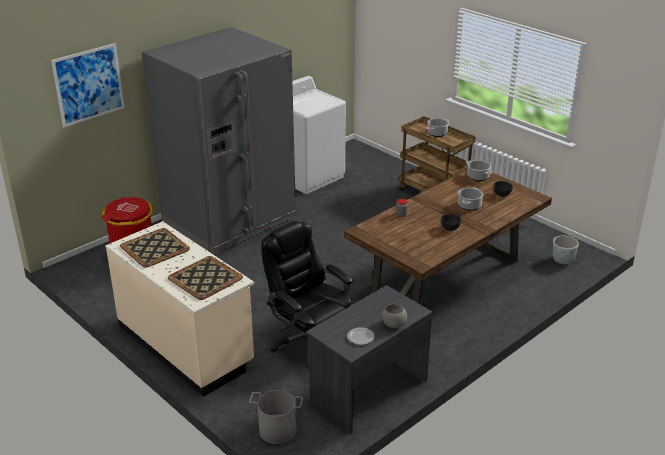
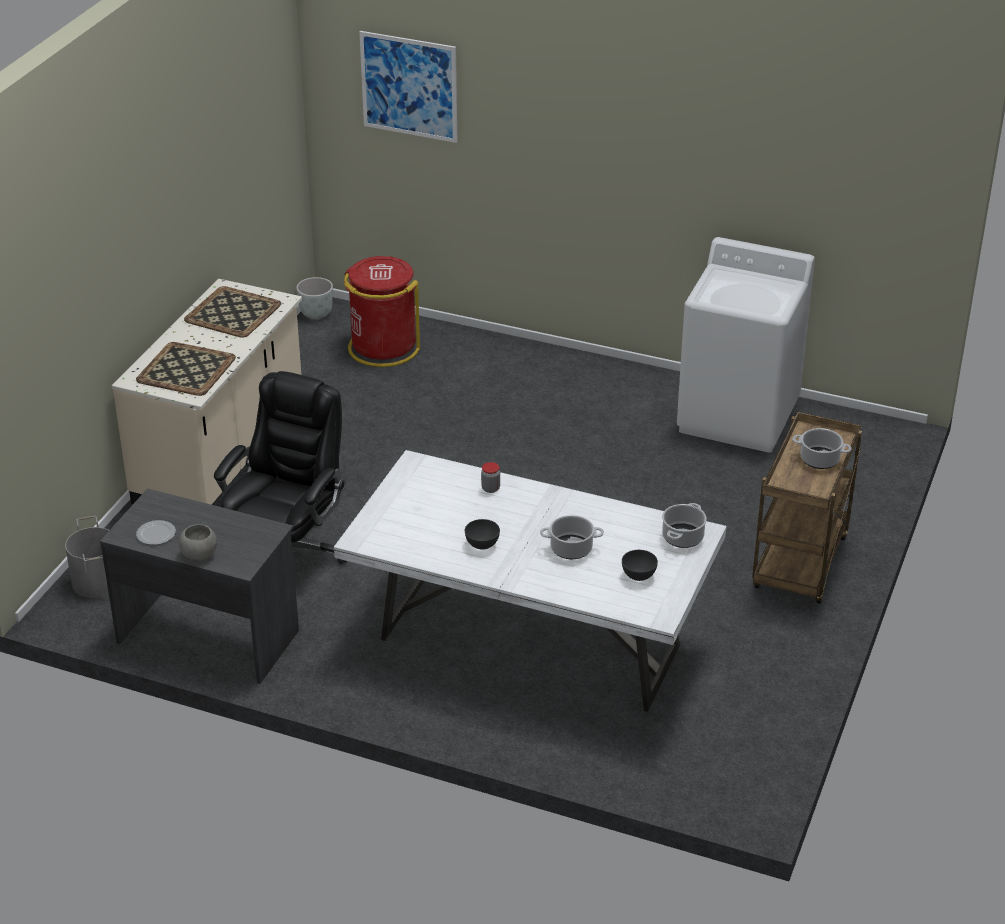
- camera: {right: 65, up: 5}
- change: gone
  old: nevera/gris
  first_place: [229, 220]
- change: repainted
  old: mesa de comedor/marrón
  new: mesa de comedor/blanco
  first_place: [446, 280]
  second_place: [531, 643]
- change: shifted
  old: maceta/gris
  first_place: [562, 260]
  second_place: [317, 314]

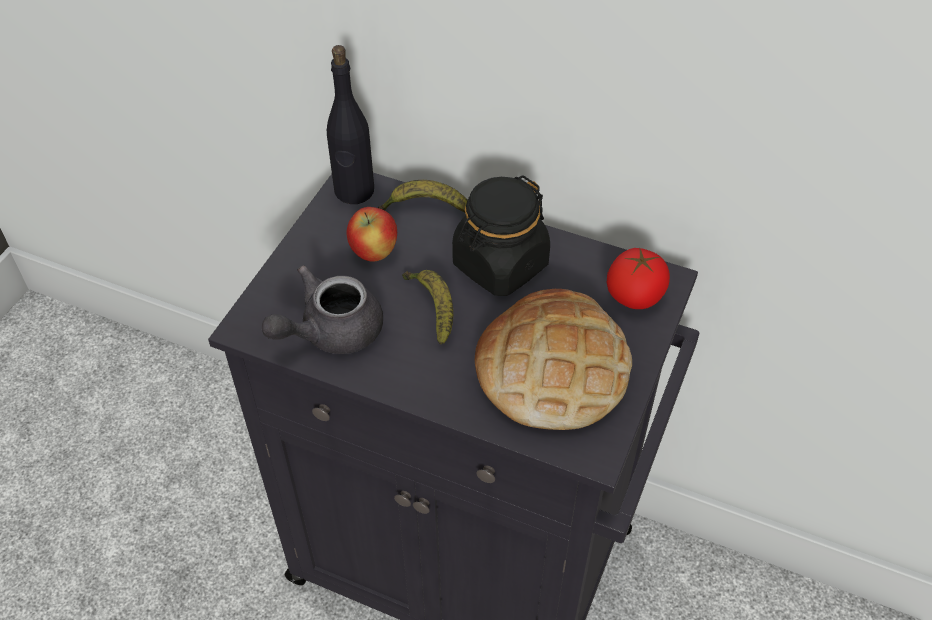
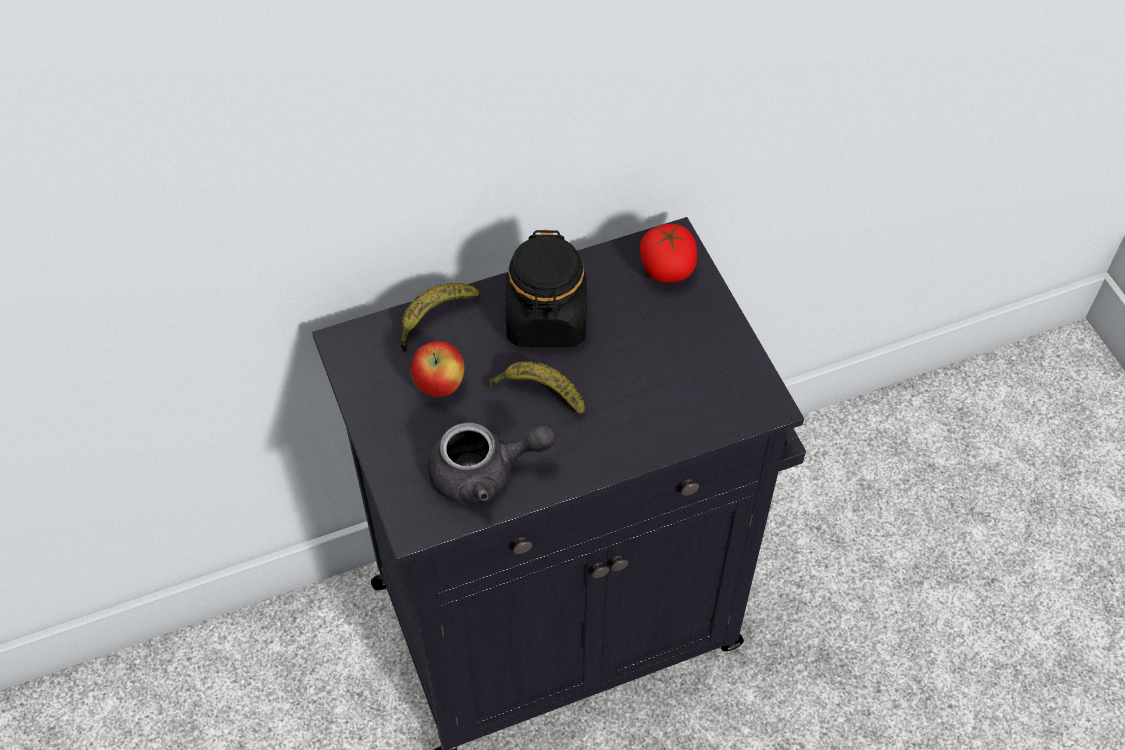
- camera: {right: -45, up: 5}
- change: rotated
  old: tetera/gris
  first_place: [330, 331]
  second_place: [485, 473]
  degrees: -105
- change: gone
  old: botella/negro
  first_place: [354, 191]
- change: gone
  old: pan
  first_place: [552, 369]

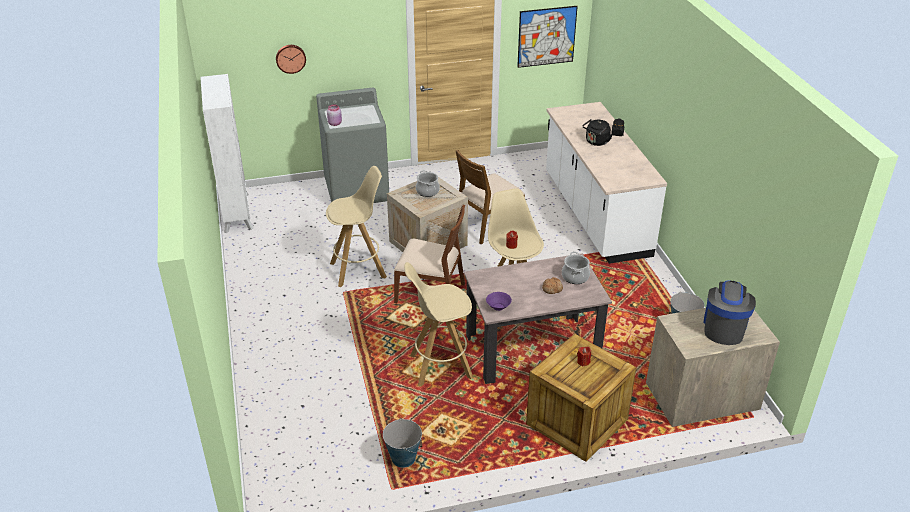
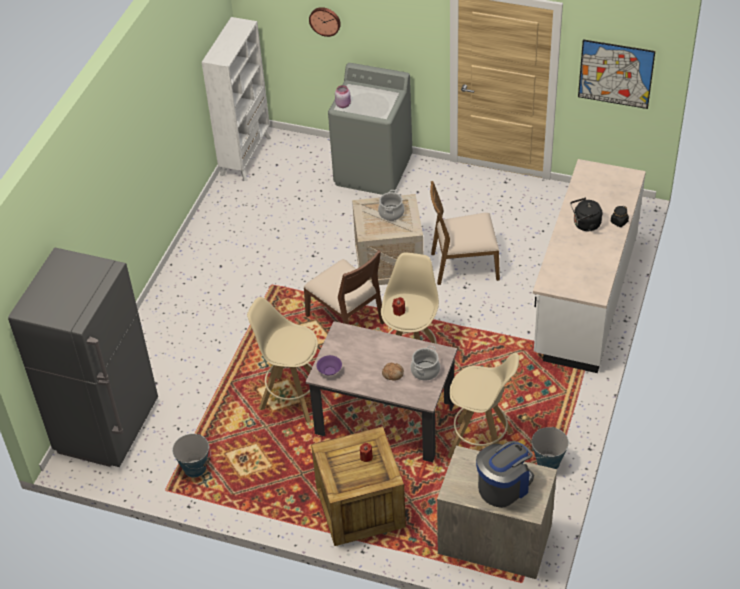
- camera: {right: 35, up: 10}
- change: shifted
  old: taburete/beis
  first_place: [359, 270]
  second_place: [481, 444]
- change: new
  new: nevera/gris
  second_place: [108, 428]

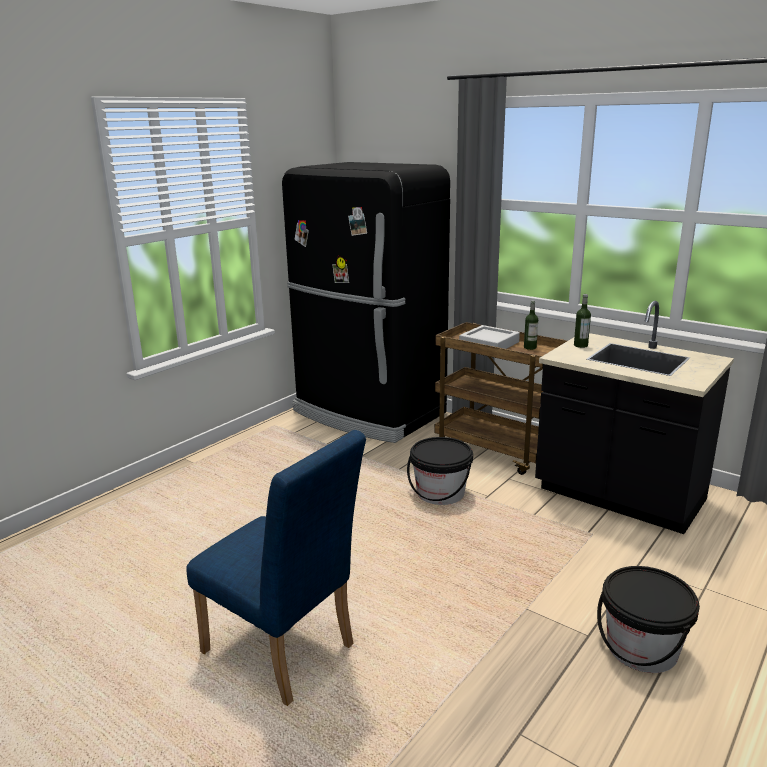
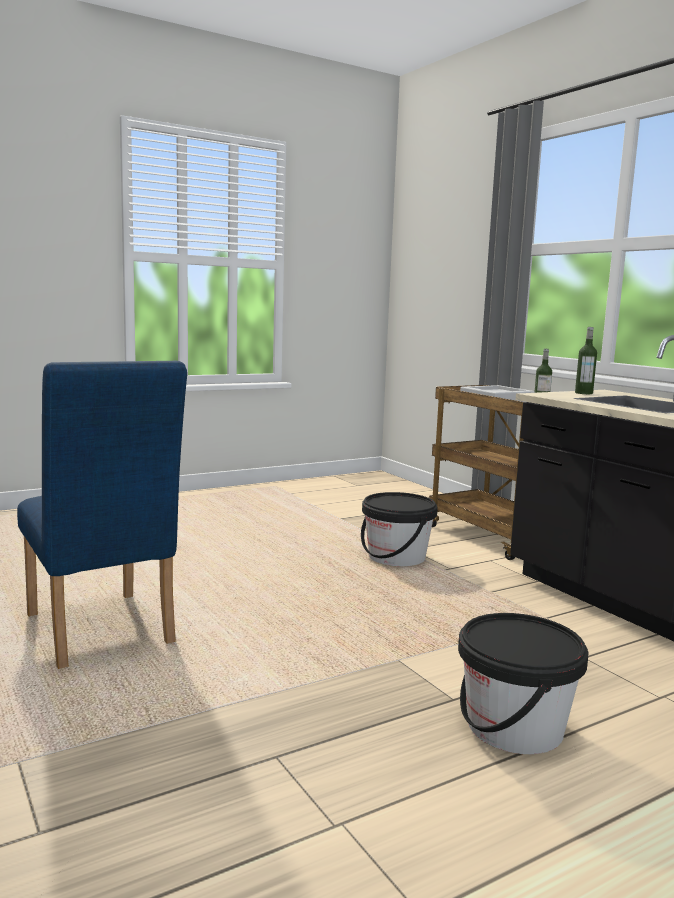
- camera: {right: 20, up: -10}
- change: gone
  old: nevera/negro
  first_place: [368, 413]

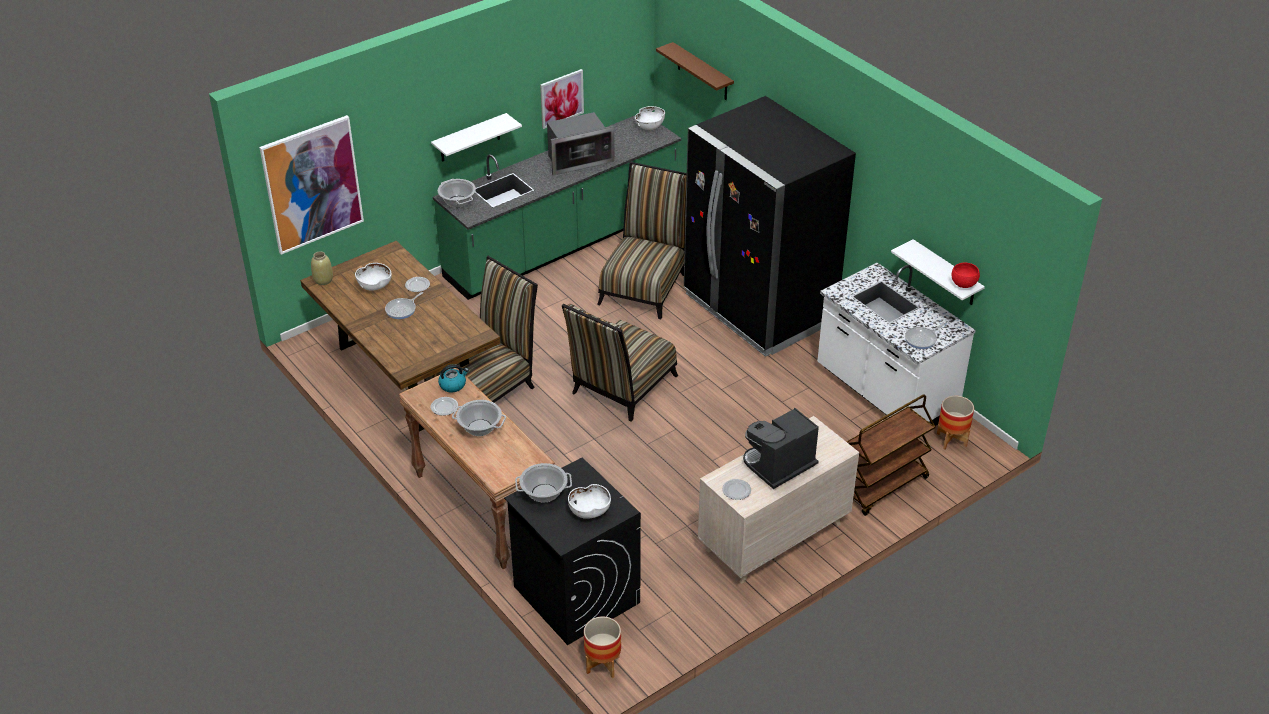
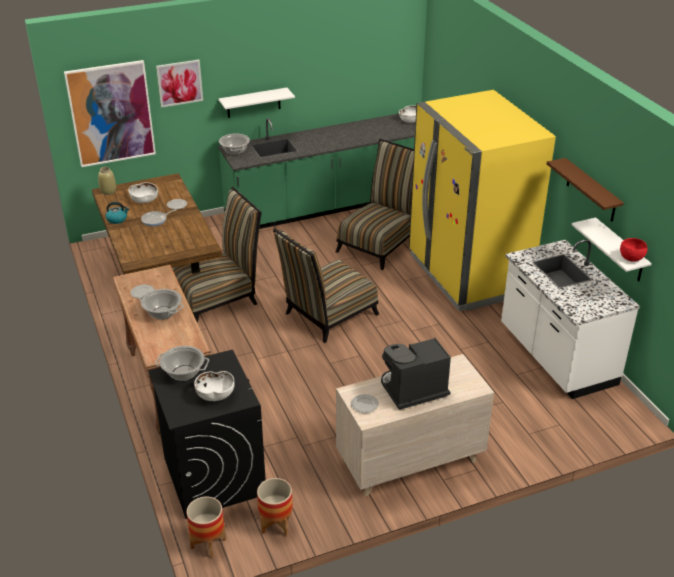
- camera: {right: 15, up: -5}
- change: shifted
  old: hervidor
  first_place: [453, 385]
  second_place: [117, 219]
- change: shifted
  old: cuadro
  first_place: [561, 98]
  second_place: [179, 83]
- change: gone
  old: microondas
  first_place: [578, 159]
- change: shifted
  old: estante/marrón
  first_place: [702, 72]
  second_place: [591, 191]
- change: repainted
  old: nevera/negro
  new: nevera/amarillo
  first_place: [759, 308]
  second_place: [467, 274]
- change: gone
  old: carrito/marrón
  first_place: [883, 487]
- change: gone
  old: sartén
  first_place: [922, 339]
- change: shifted
  old: maceta
  first_place: [951, 439]
  second_place: [276, 524]

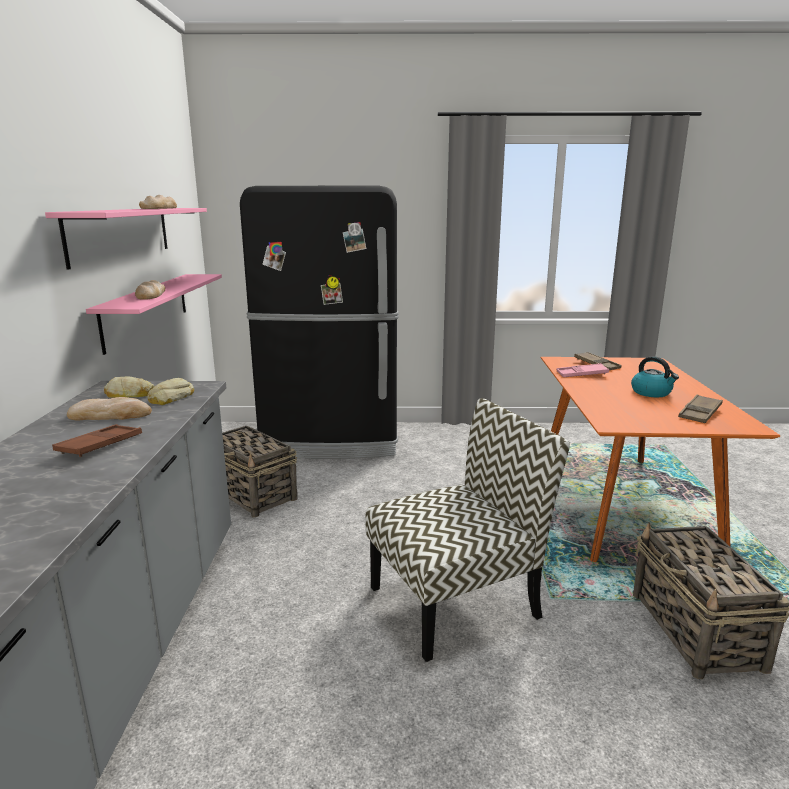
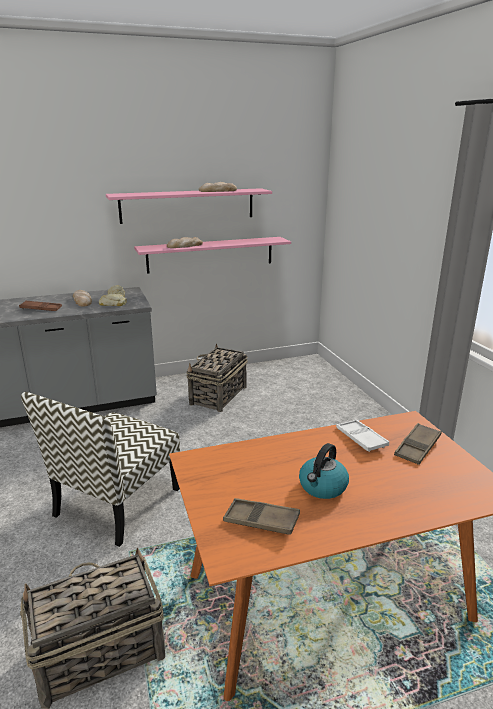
- camera: {right: 70, up: 5}
- change: gone
  old: nevera/negro
  first_place: [331, 439]
- change: rotated
  old: silla
  first_place: [456, 600]
  second_place: [117, 503]
  degrees: 75
- change: repainted
  old: bandeja/rosa
  new: bandeja/blanco
  first_place: [582, 374]
  second_place: [361, 439]

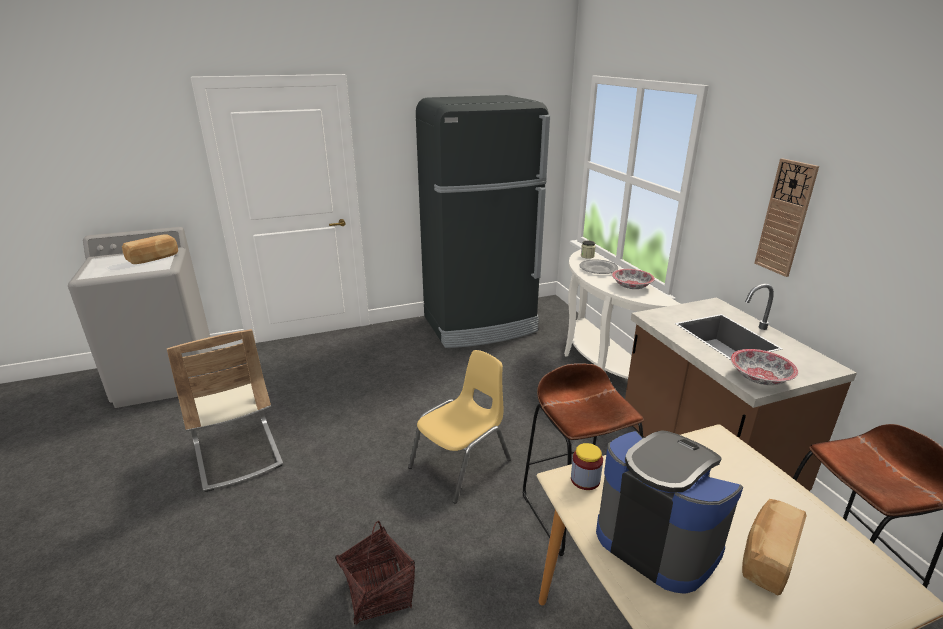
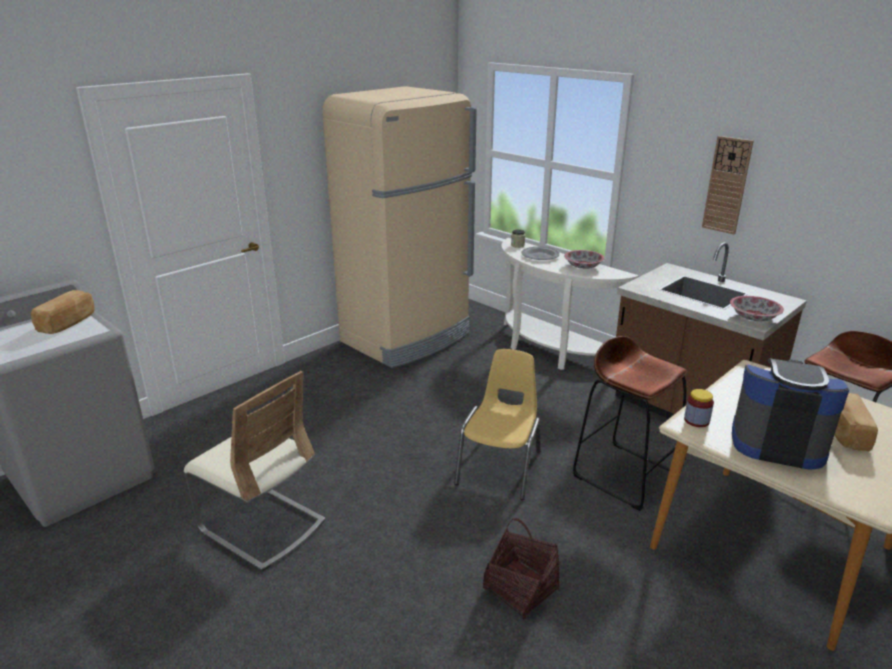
- camera: {right: -25, up: 0}
- change: repainted
  old: nevera/negro
  new: nevera/beis
  first_place: [480, 325]
  second_place: [407, 338]

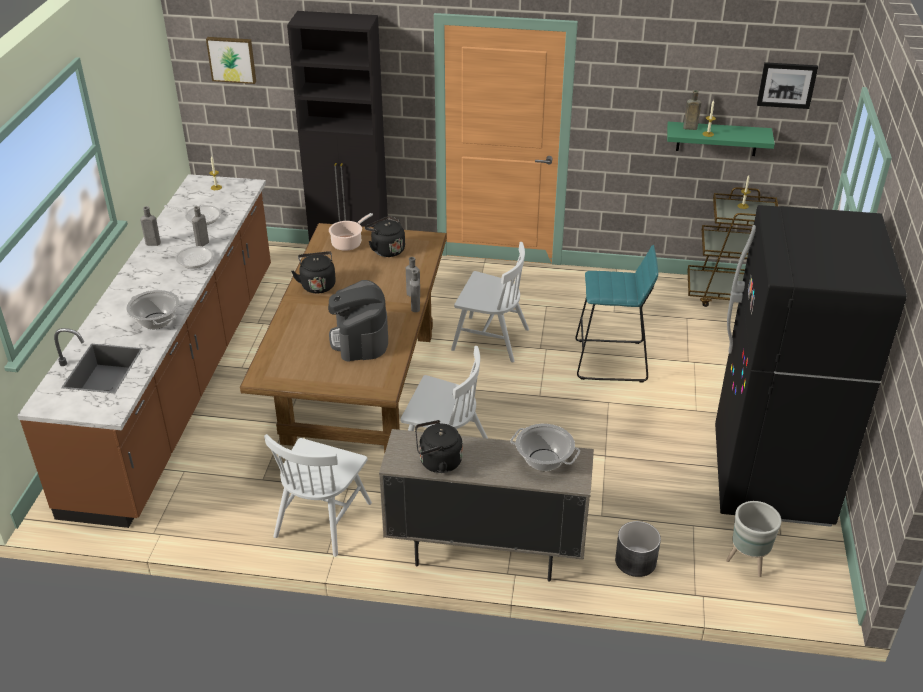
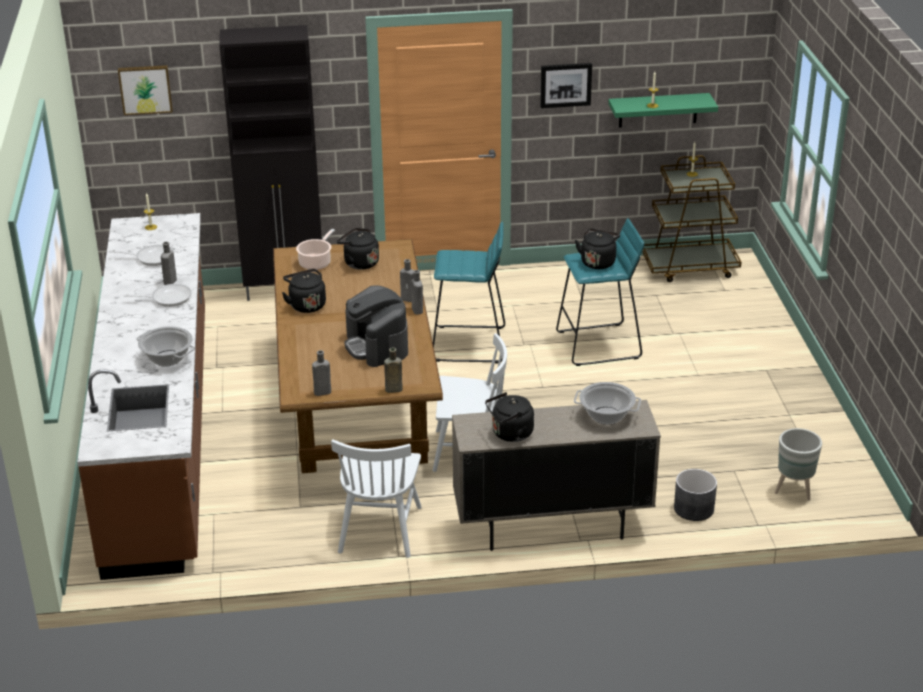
- camera: {right: -15, up: -5}
- change: shifted
  old: botella/gris
  first_place: [152, 243]
  second_place: [321, 392]
- change: swapped
  old: silla/blanco
  new: taburete/turquesa
  first_place: [490, 339]
  second_place: [469, 344]
- change: shifted
  old: botella/marrón
  first_place: [689, 128]
  second_place: [392, 390]
- change: gone
  old: nevera/negro
  first_place: [771, 477]
- change: shifted
  old: cuadro
  first_place: [786, 85]
  second_place: [565, 84]
- change: new
  new: hervidor/negro
  second_place: [598, 262]

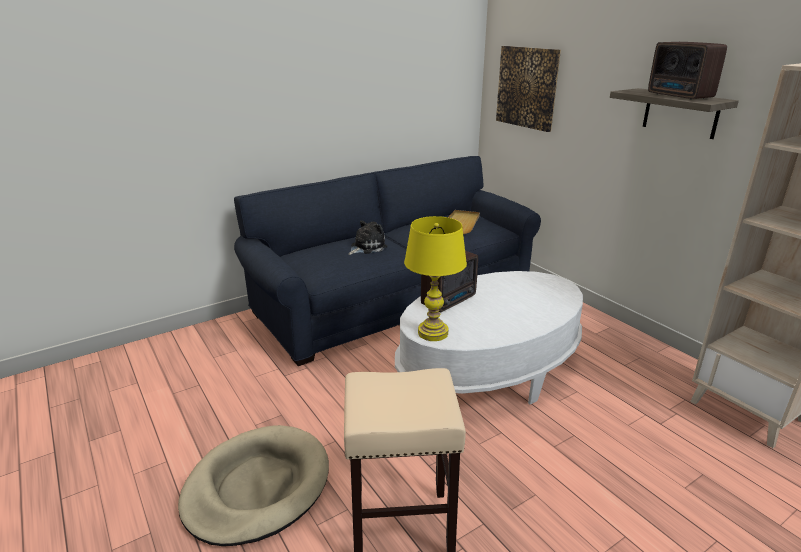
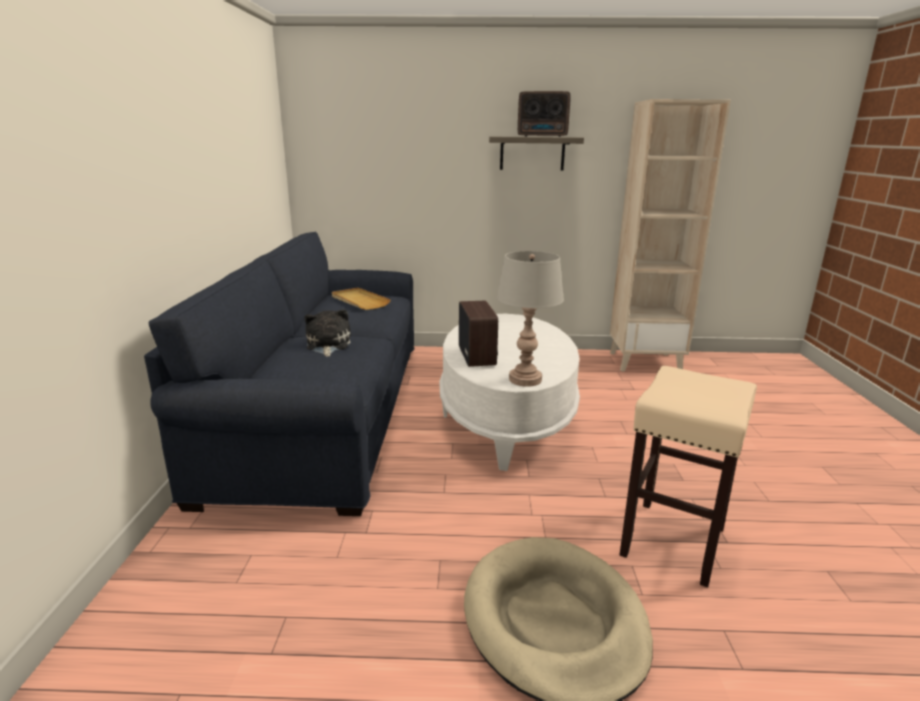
- camera: {right: -55, up: -5}
- change: repainted
  old: lámpara de mesa/amarillo
  new: lámpara de mesa/gris
  first_place: [433, 333]
  second_place: [525, 379]
- change: gone
  old: cuadro
  first_place: [527, 87]

